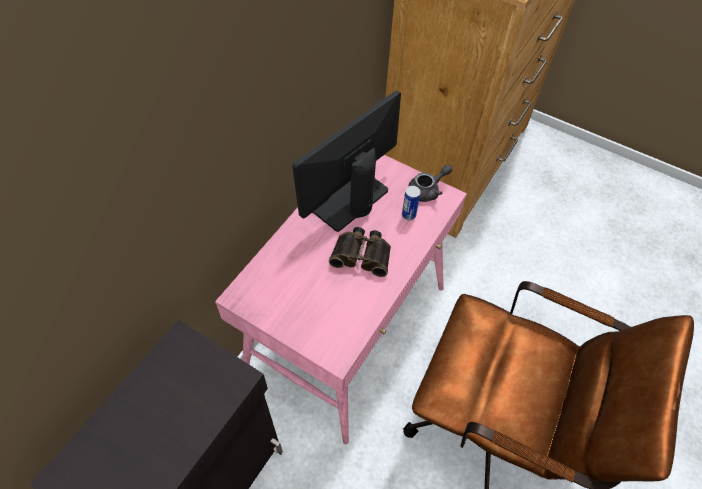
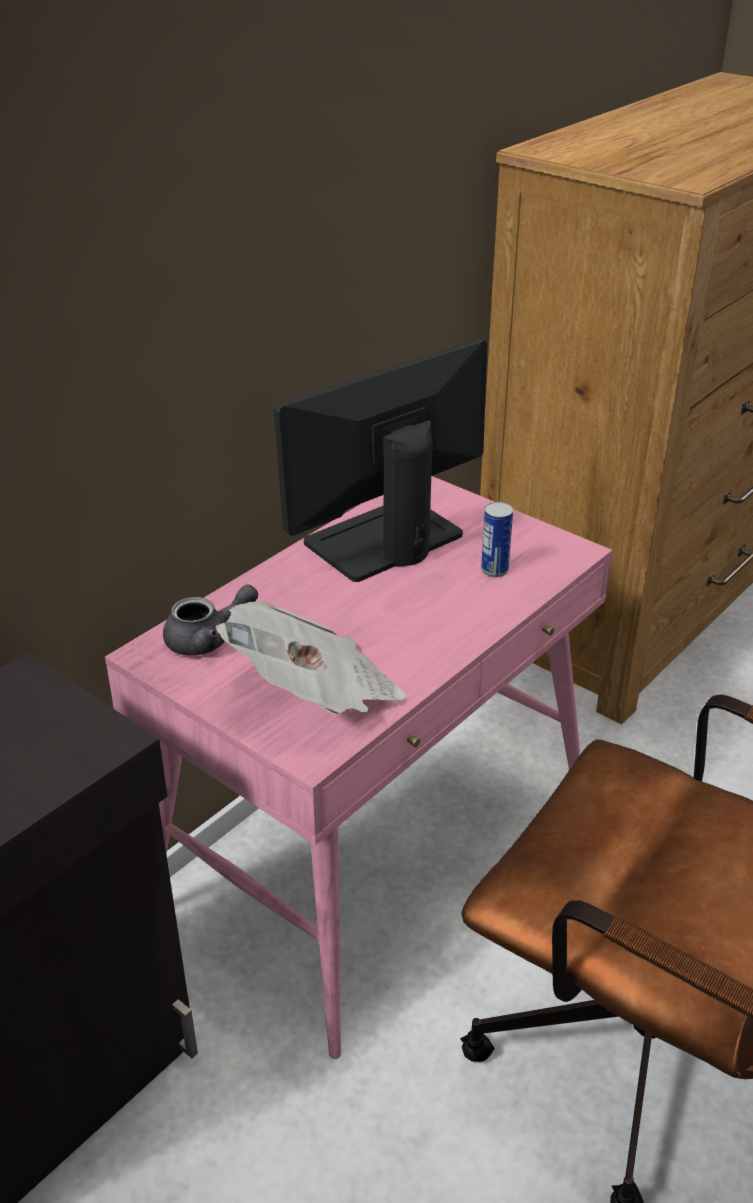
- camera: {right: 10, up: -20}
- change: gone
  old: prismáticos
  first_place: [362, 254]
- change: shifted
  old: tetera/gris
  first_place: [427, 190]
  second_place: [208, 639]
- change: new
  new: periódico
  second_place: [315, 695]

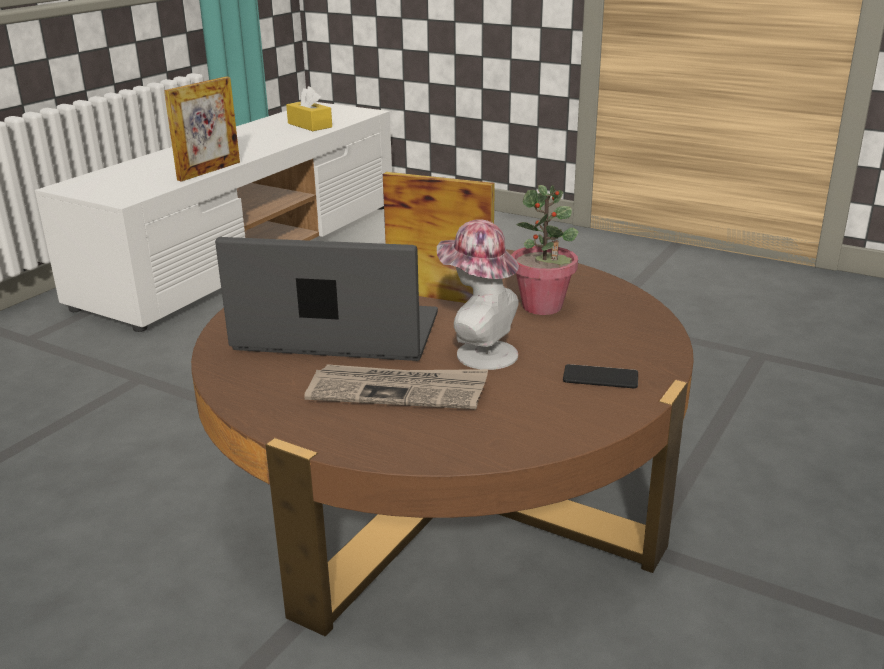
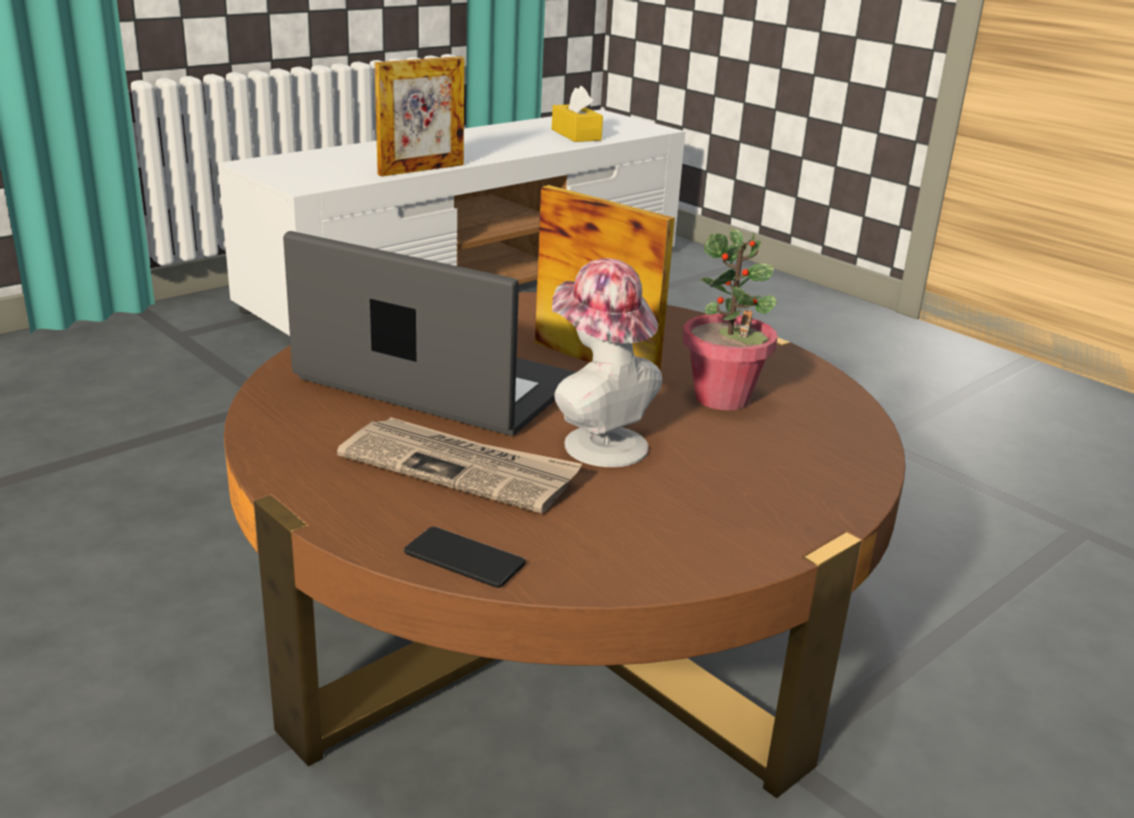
- camera: {right: 15, up: 0}
- change: shifted
  old: móvil
  first_place: [600, 378]
  second_place: [464, 558]

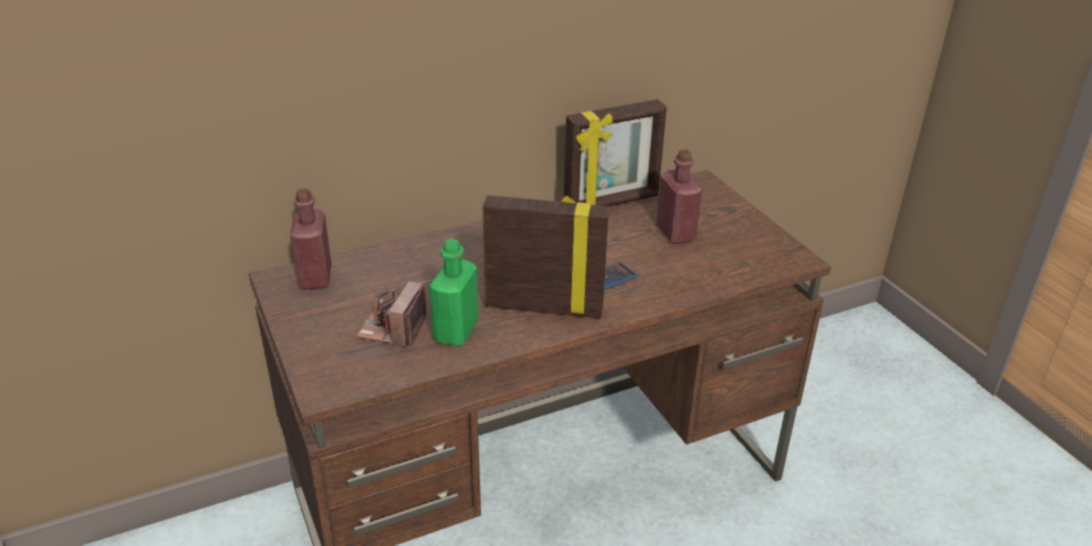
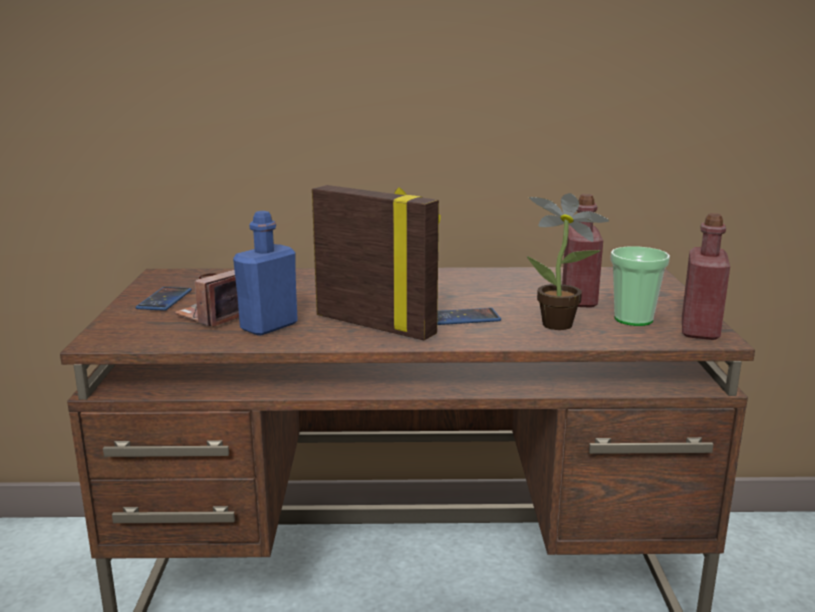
- camera: {right: 25, up: -15}
- change: shifted
  old: botella/rojo
  first_place: [315, 277]
  second_place: [699, 330]
- change: repainted
  old: botella/verde
  new: botella/azul
  first_place: [456, 331]
  second_place: [269, 326]
- change: gone
  old: portarretratos
  first_place: [612, 203]
- change: new
  new: móvil
  second_place: [164, 300]
- change: new
  new: planta en maceta
  second_place: [562, 326]
- change: new
  new: taza
  second_place: [633, 319]

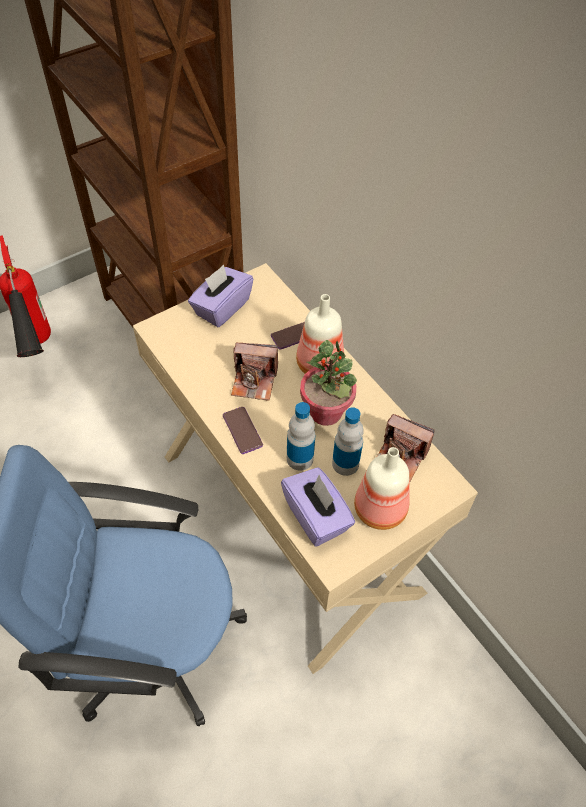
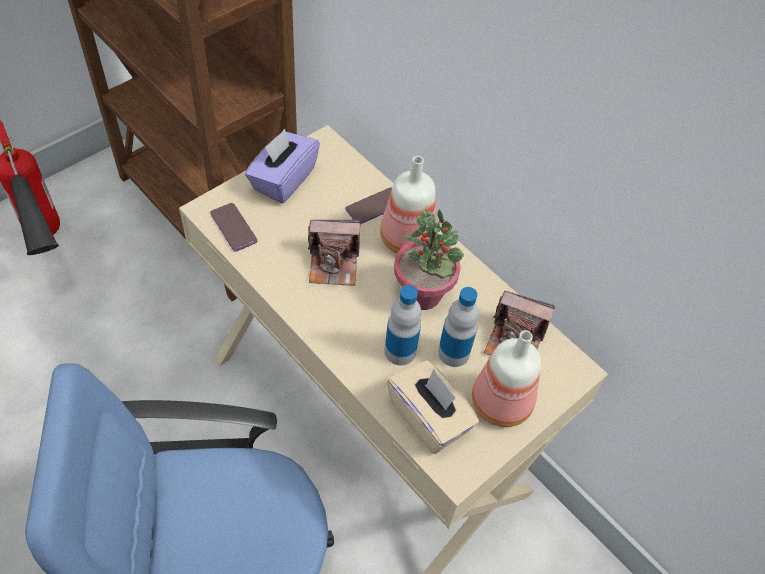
- camera: {right: -10, up: 0}
- change: shifted
  old: móvil
  first_place: [242, 430]
  second_place: [233, 227]
- change: repainted
  old: caja de pañuelos/morado
  new: caja de pañuelos/beis
  first_place: [316, 516]
  second_place: [429, 418]

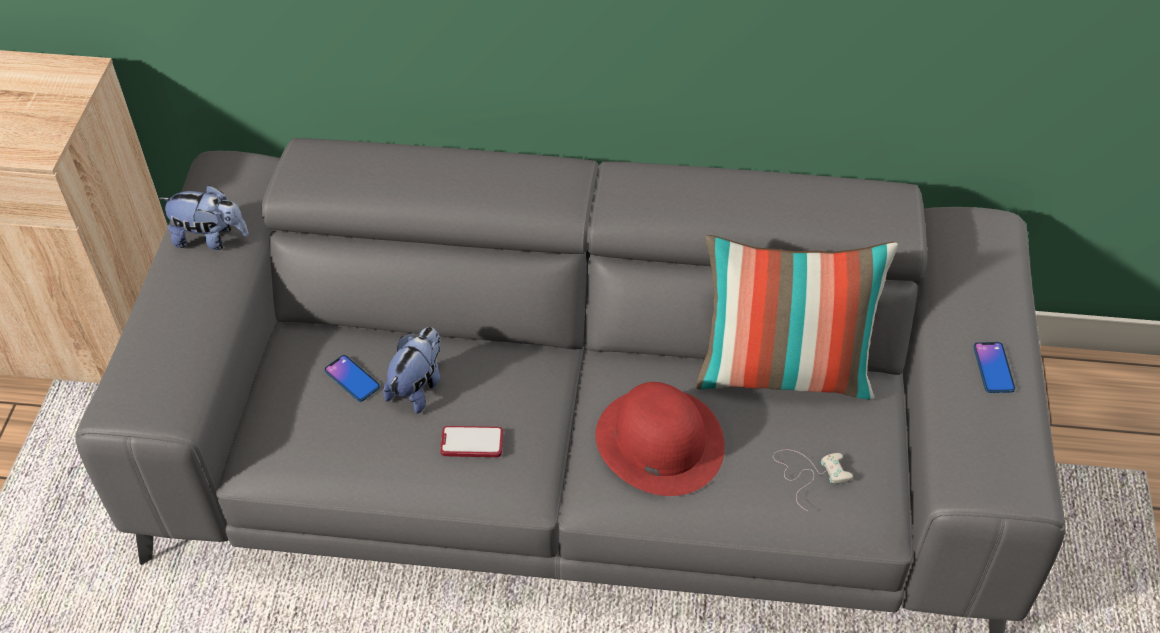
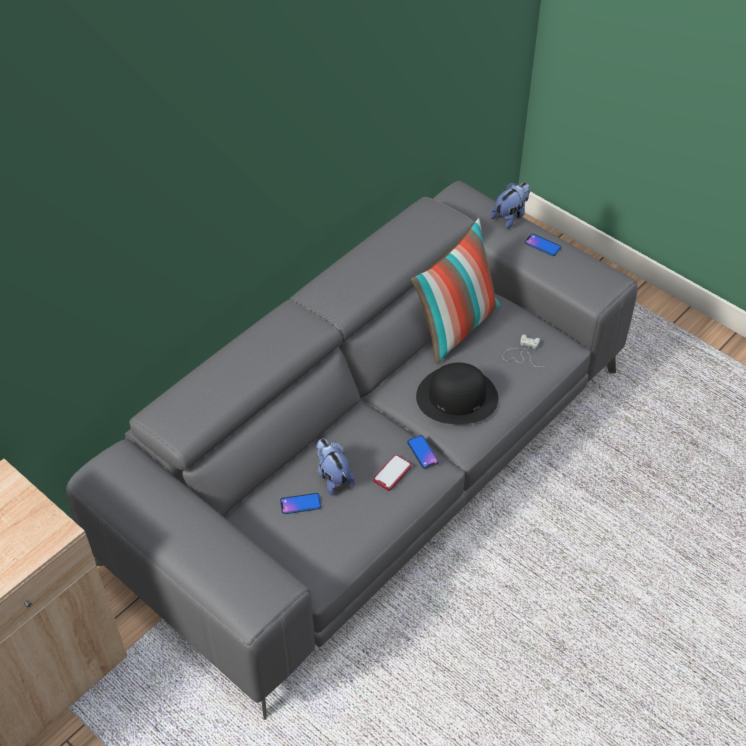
- camera: {right: -55, up: 0}
- change: shifted
  old: peluche
  first_place: [210, 238]
  second_place: [510, 216]
- change: repainted
  old: sombrero/rojo
  new: sombrero/negro
  first_place: [659, 441]
  second_place: [456, 397]
- change: new
  new: móvil
  second_place: [422, 452]

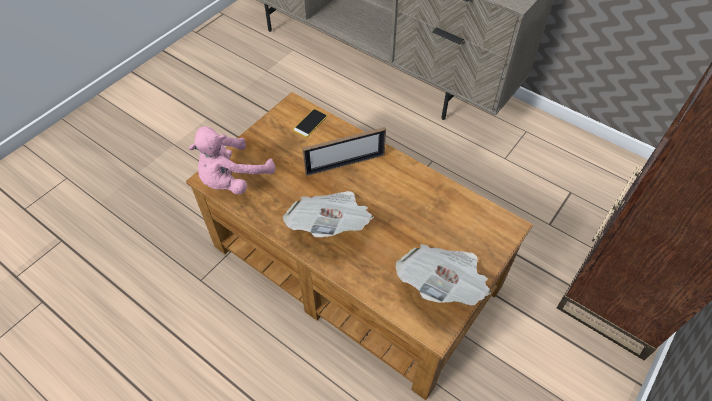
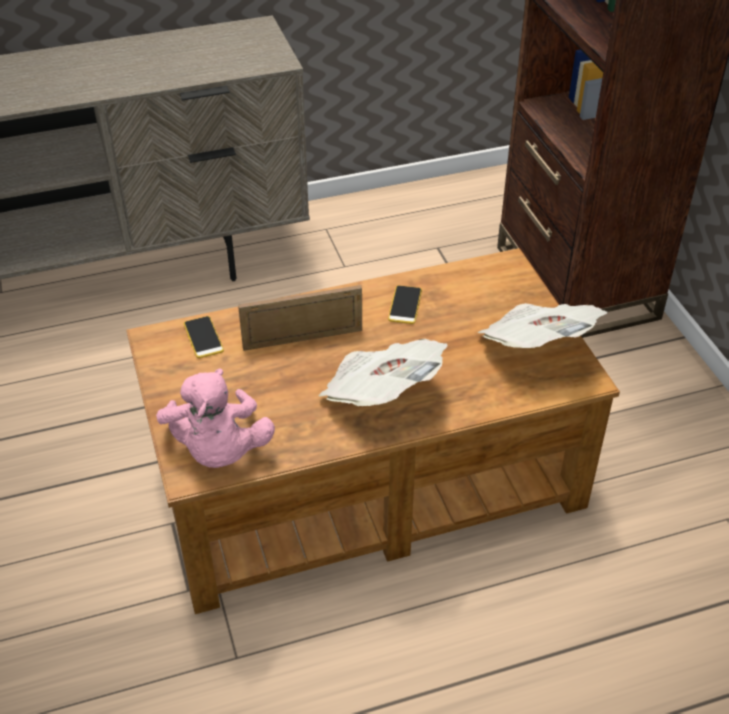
- camera: {right: -55, up: -10}
- change: rotated
  old: portarretratos
  first_place: [345, 164]
  second_place: [302, 339]
  degrees: -120
- change: new
  new: móvil
  second_place: [405, 305]

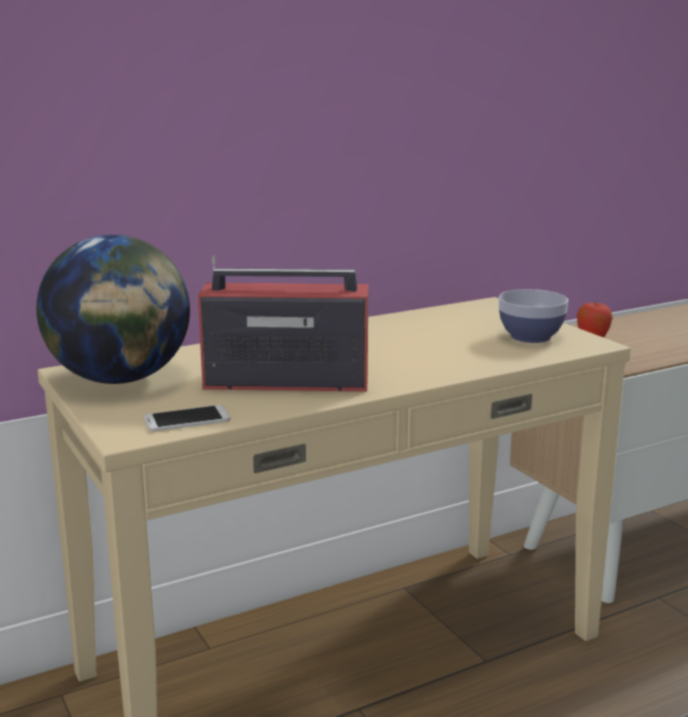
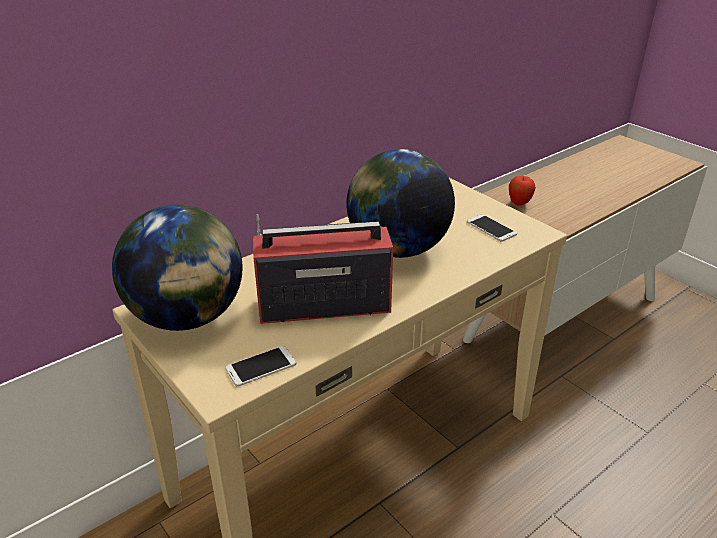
- camera: {right: -10, up: 15}
- change: swapped
  old: cuenco
  new: móvil
  first_place: [530, 337]
  second_place: [491, 228]
- change: new
  new: globo terráqueo
  second_place: [397, 249]

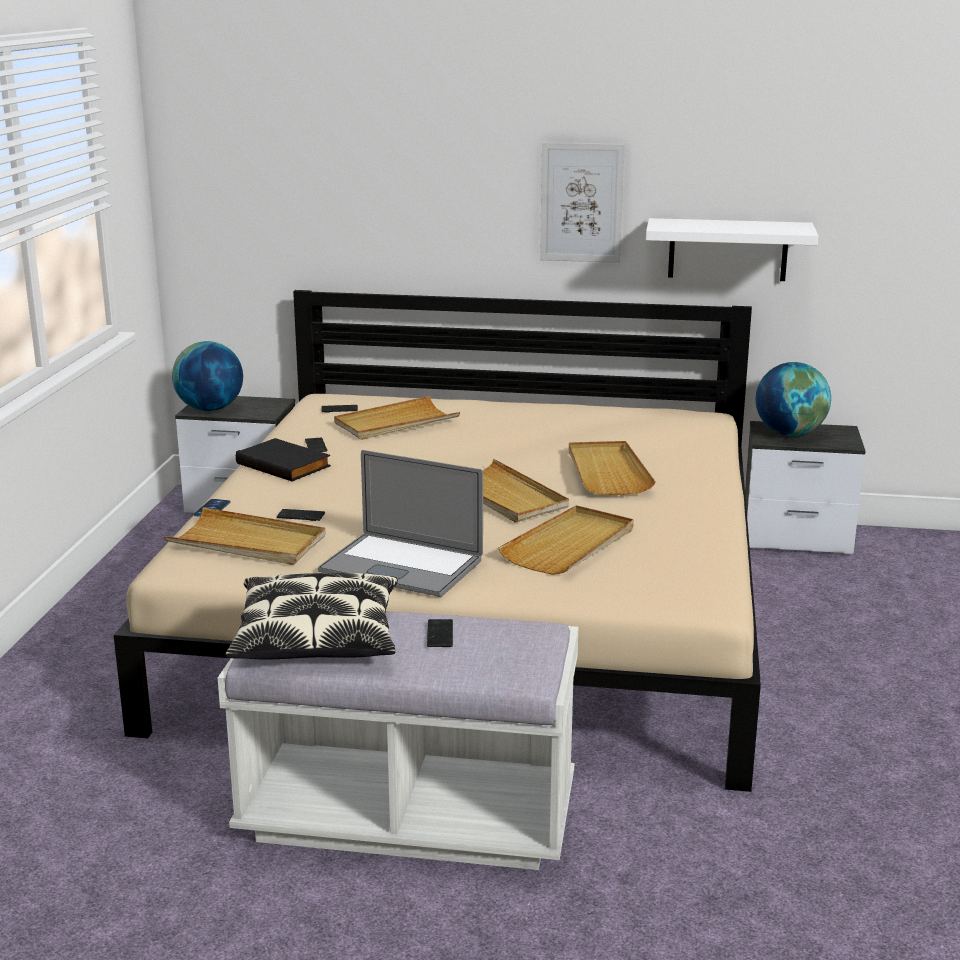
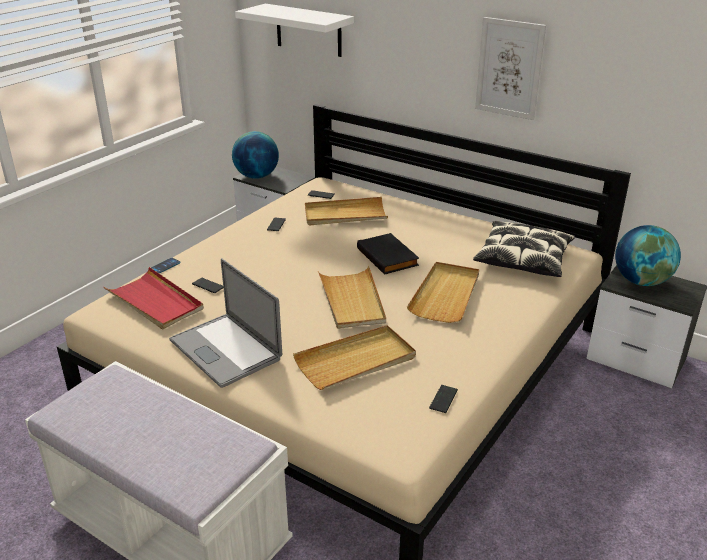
- camera: {right: 25, up: 10}
- change: repainted
  old: bandeja/beis
  new: bandeja/rojo
  first_place: [247, 542]
  second_place: [155, 302]
- change: shifted
  old: cojín
  first_place: [317, 638]
  second_place: [523, 259]
- change: shifted
  old: libro/negro
  first_place: [285, 464]
  second_place: [389, 257]
- change: shifted
  old: móvil
  first_place: [440, 634]
  second_place: [443, 399]
- change: shifted
  old: estante/blanco
  first_place: [728, 249]
  second_place: [308, 30]

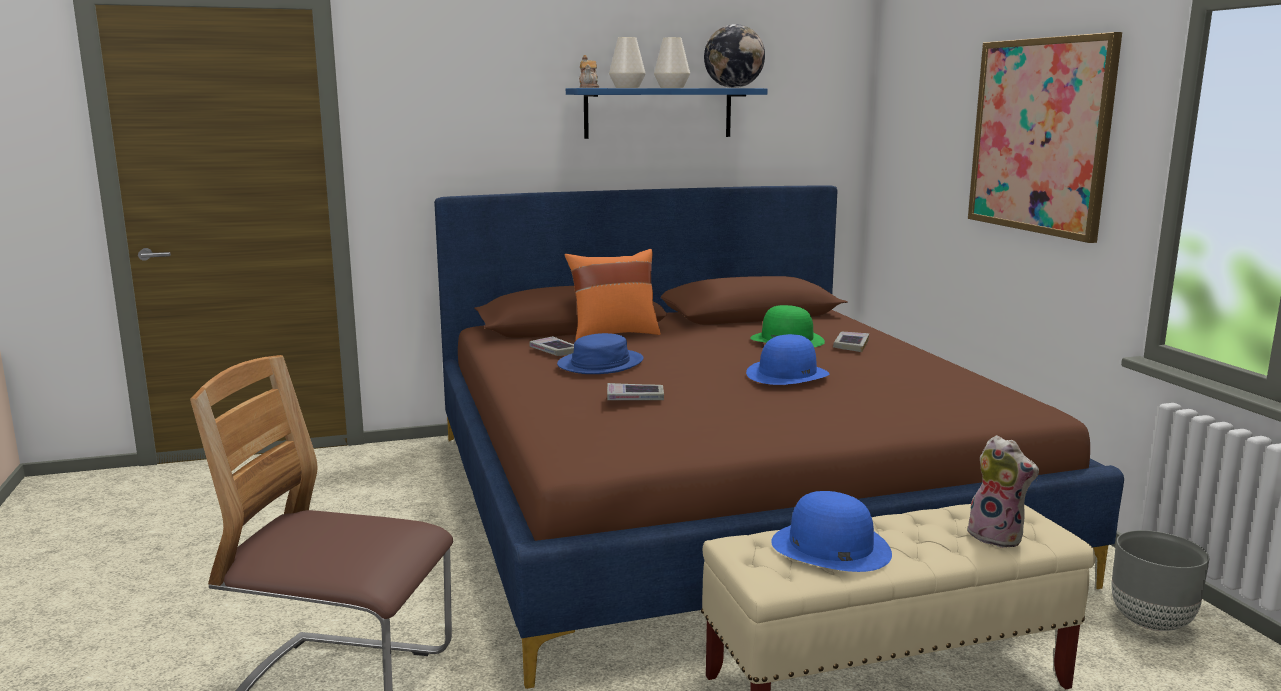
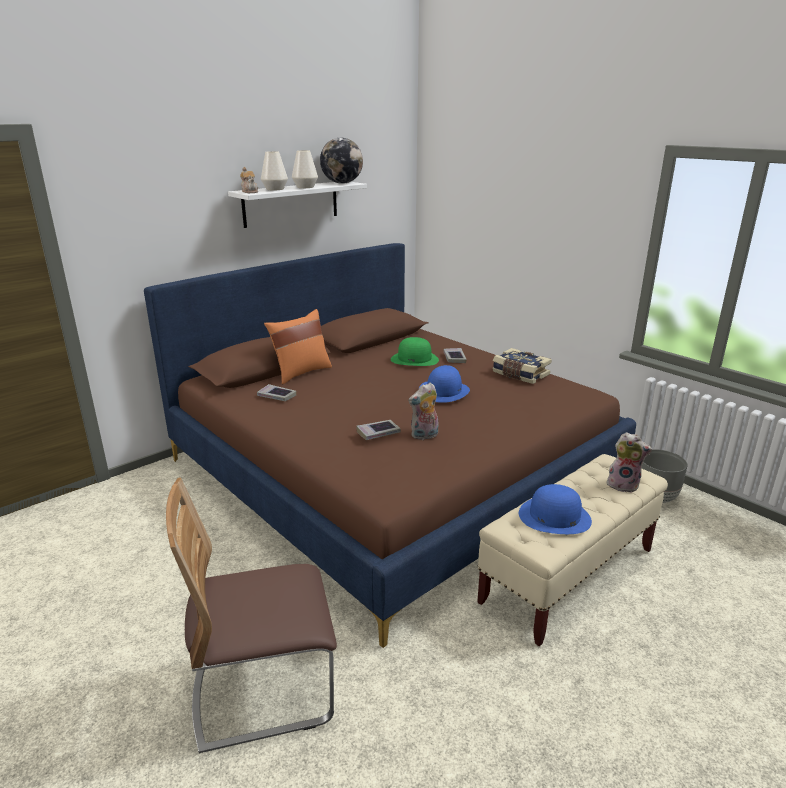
- camera: {right: -25, up: 10}
- change: gone
  old: sombrero/azul
  first_place: [600, 364]
- change: repainted
  old: estante/azul
  new: estante/blanco
  first_place: [658, 113]
  second_place: [291, 203]
- change: gone
  old: cuadro
  first_place: [1039, 136]
- change: new
  new: peluche
  second_place: [424, 436]
- change: new
  new: libro
  second_place: [520, 374]

